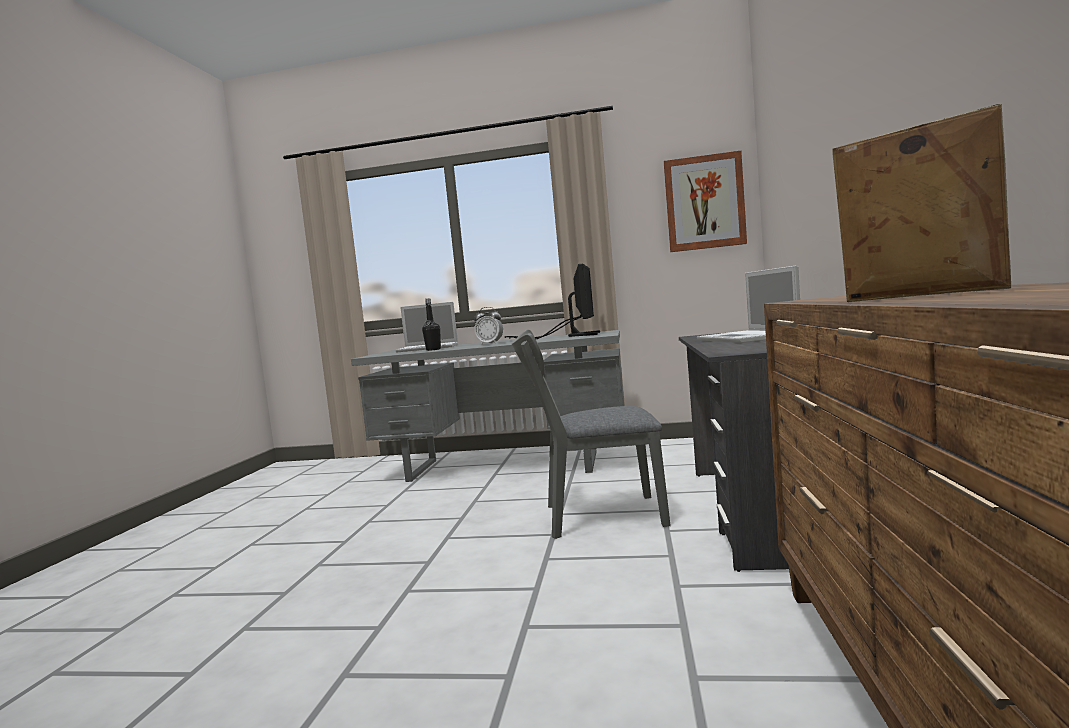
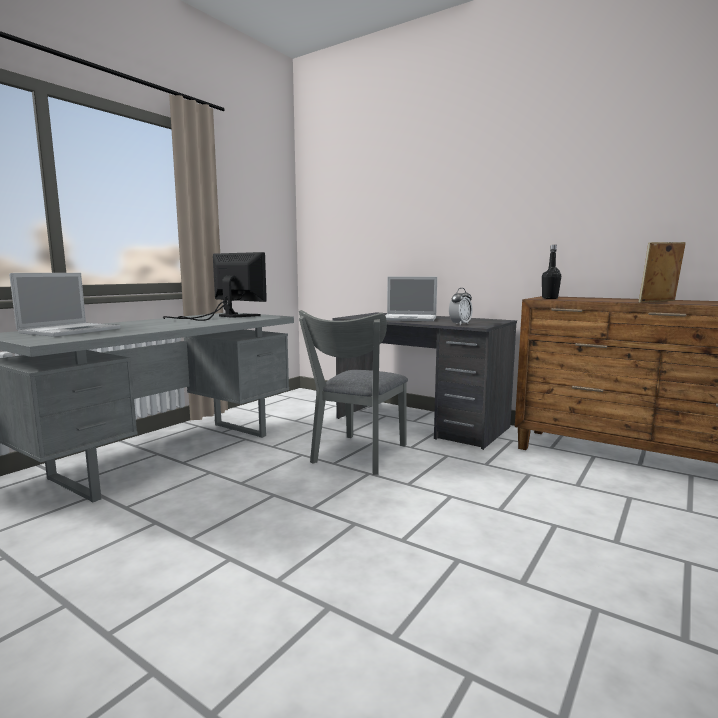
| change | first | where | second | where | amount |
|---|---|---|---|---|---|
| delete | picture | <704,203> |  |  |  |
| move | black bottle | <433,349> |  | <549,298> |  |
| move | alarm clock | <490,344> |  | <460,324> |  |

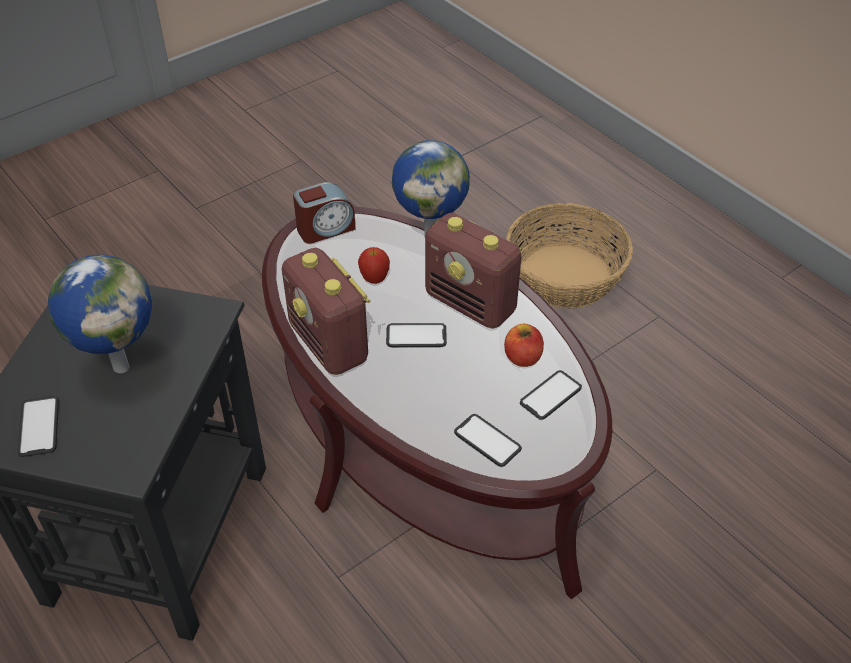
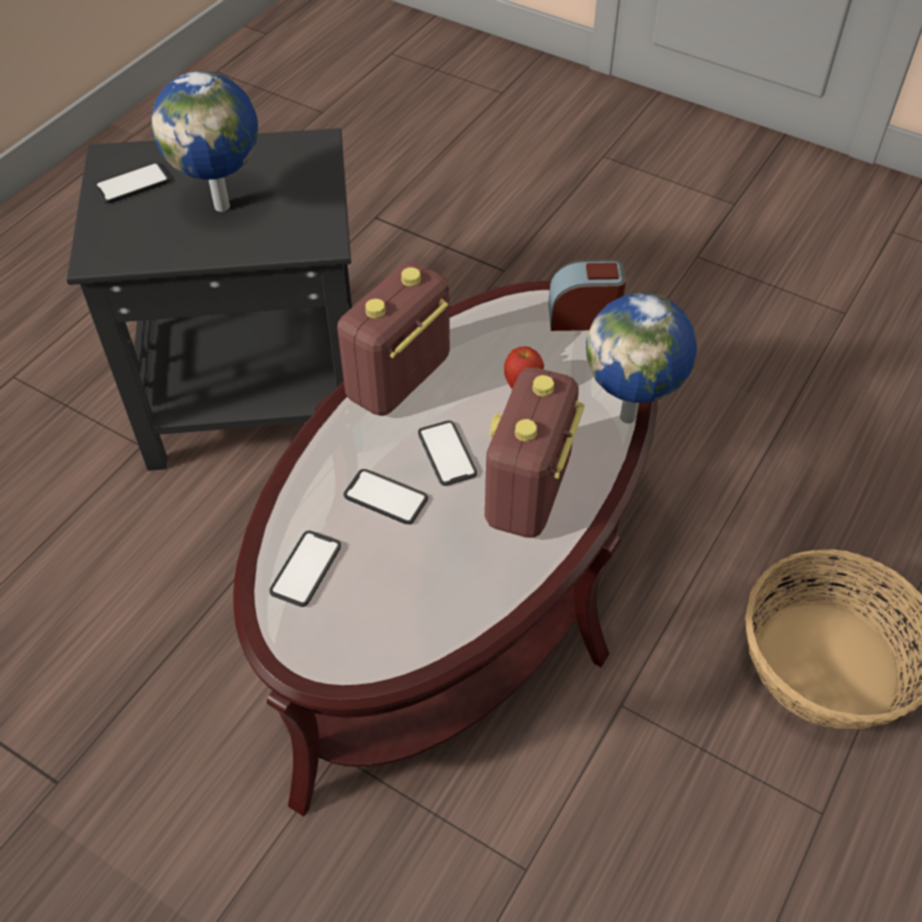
| change | first | where | second | where | amount |
|---|---|---|---|---|---|
| rotate | alarm clock | <325,229> |  | <583,316> | 135 degrees clockwise |
| delete | apple | <522,357> |  |  |  |
| move | phone | <550,395> |  | <385,497> |  |

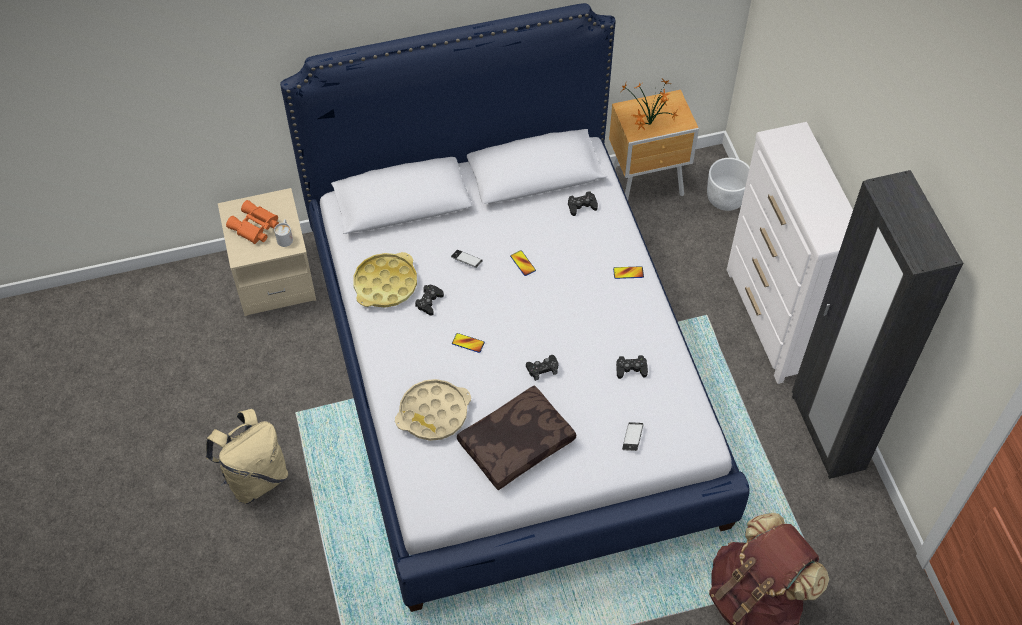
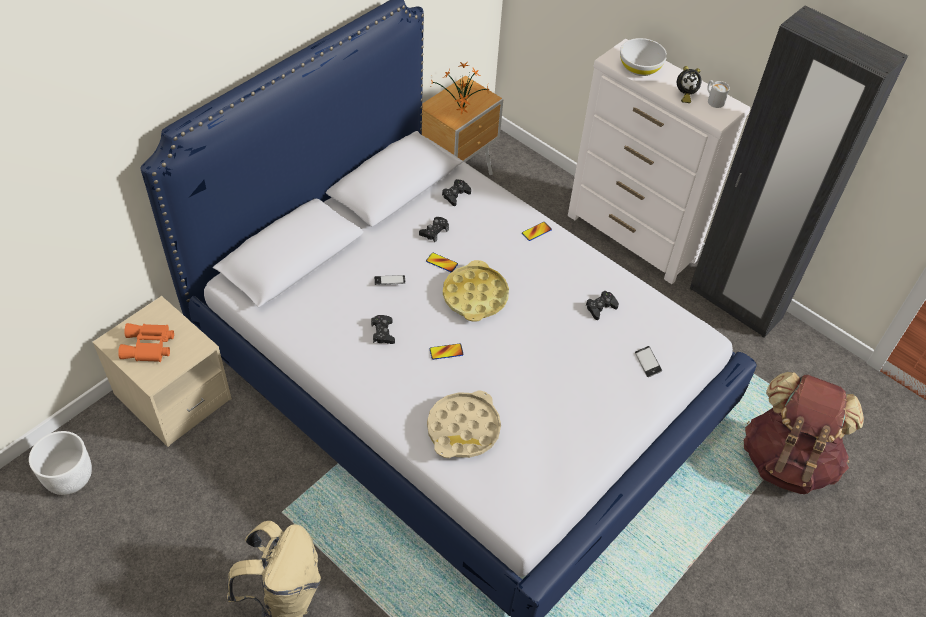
| change | first | where | second | where | amount |
|---|---|---|---|---|---|
| move | white planter | <726,198> |  | <69,476> |  |
| move | white mug | <285,237> |  | <713,100> |  |
| move | yellow tray | <385,284> |  | <475,296> |  |
| move | black game controller | <542,369> |  | <434,231> |  |
| delete | brown pillow | <516,441> |  |  |  |
| insert |  |  | white bowl | <639,68> |  |
| insert |  |  | alarm clock | <684,95> |  |

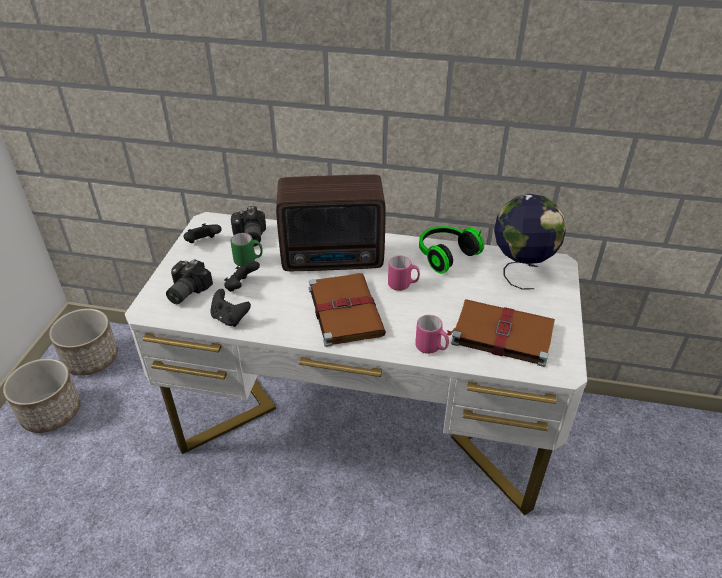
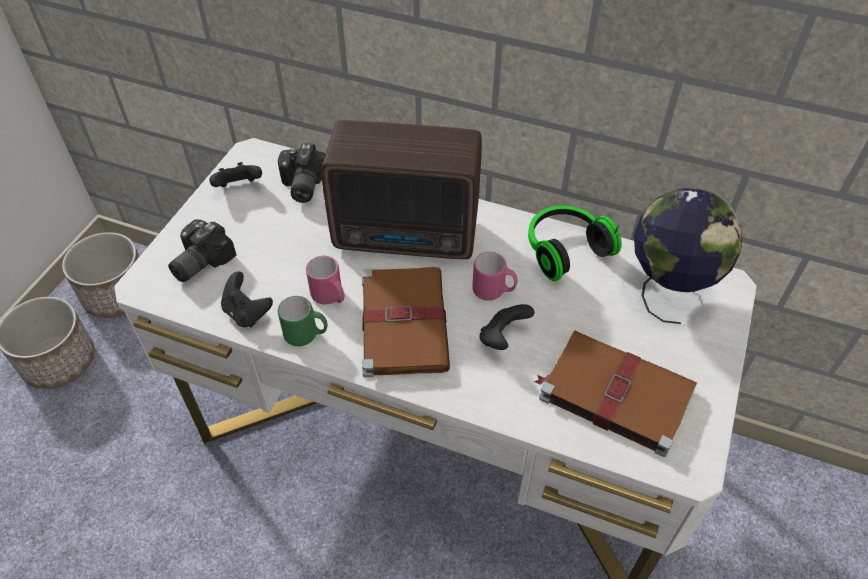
| change | first | where | second | where | amount |
|---|---|---|---|---|---|
| move | green mug | <248,261> |  | <306,335> |  |
| move | black game controller | <241,286> |  | <502,338> |  |
| move | pink mug | <431,348> |  | <330,297> |  |

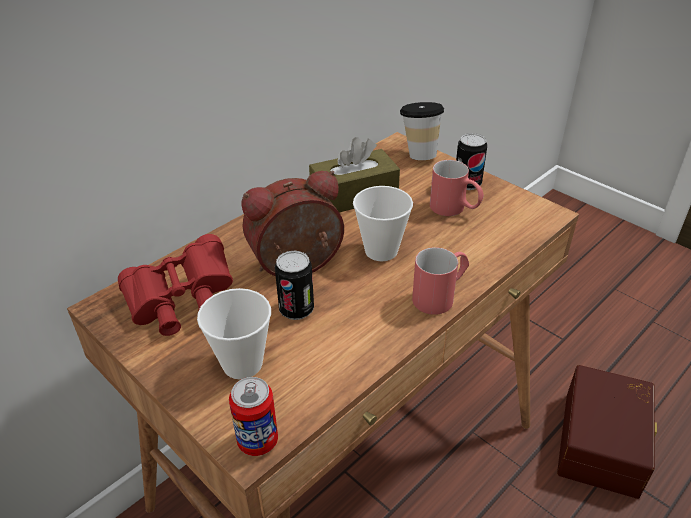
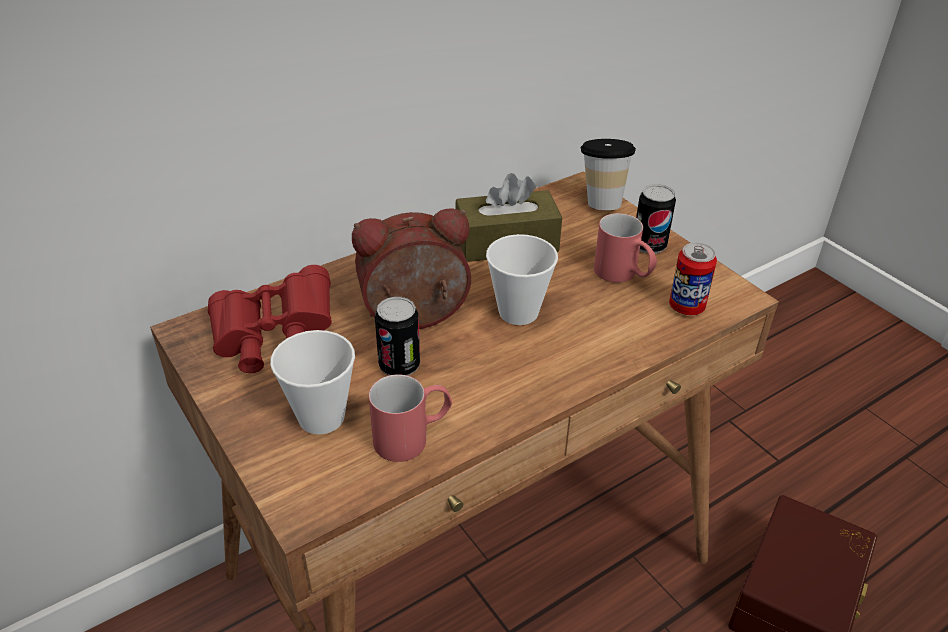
| change | first | where | second | where | amount |
|---|---|---|---|---|---|
| move | red mug | <440,296> |  | <413,437> |  |
| move | can | <258,441> |  | <686,307> |  |

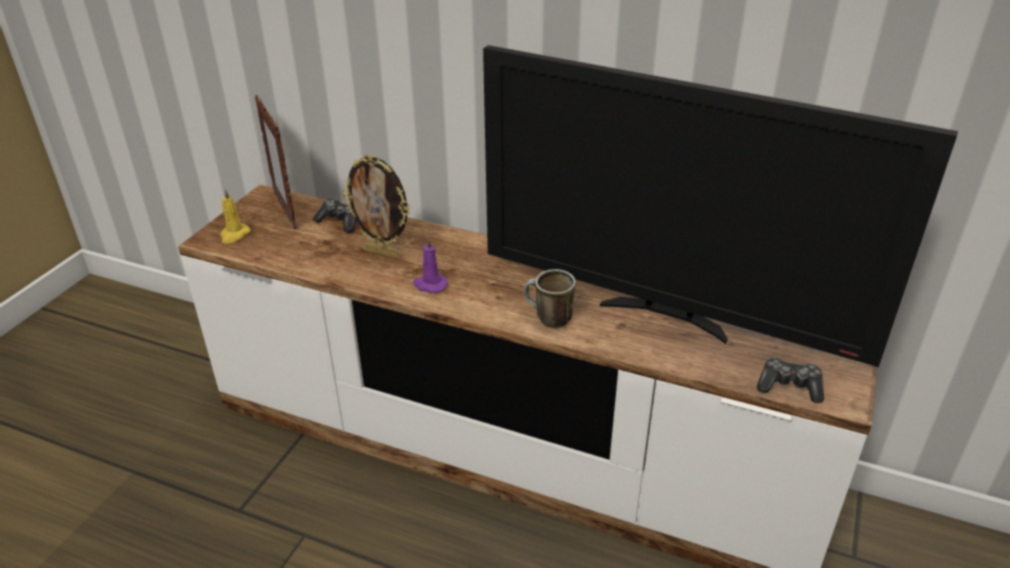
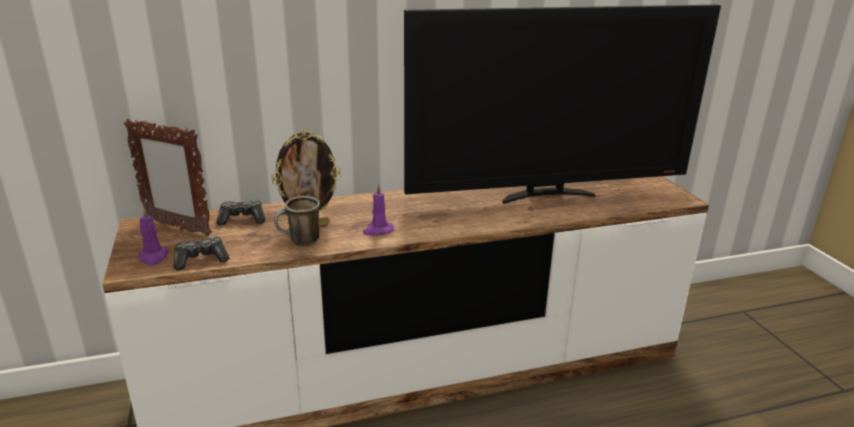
| change | first | where | second | where | amount |
|---|---|---|---|---|---|
| recolor | yellow candle | <234,235> | purple candle | <153,257> |  |
| move | mug | <547,319> |  | <299,242> |  |
| move | game controller | <789,386> |  | <201,260> |  |

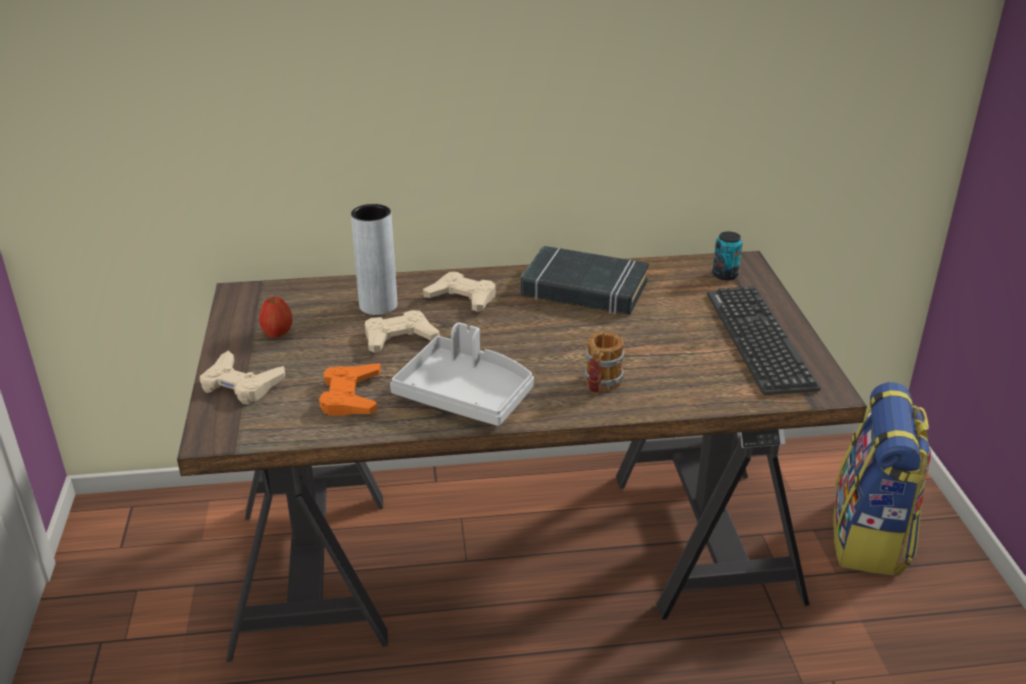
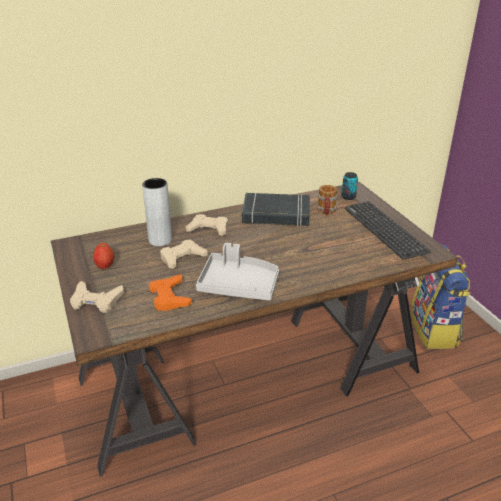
| change | first | where | second | where | amount |
|---|---|---|---|---|---|
| move | mug | <600,385> |  | <326,211> |  |

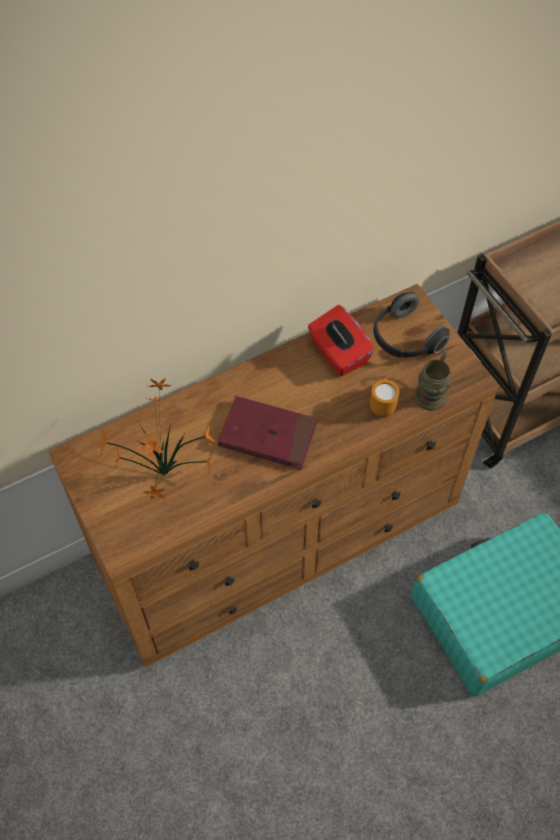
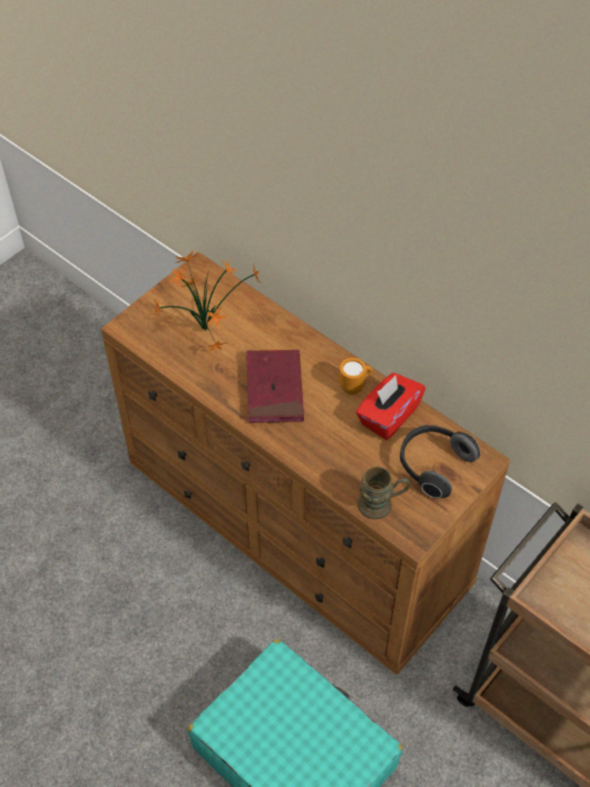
| change | first | where | second | where | amount |
|---|---|---|---|---|---|
| move | orange mug | <382,406> |  | <355,386> |  |

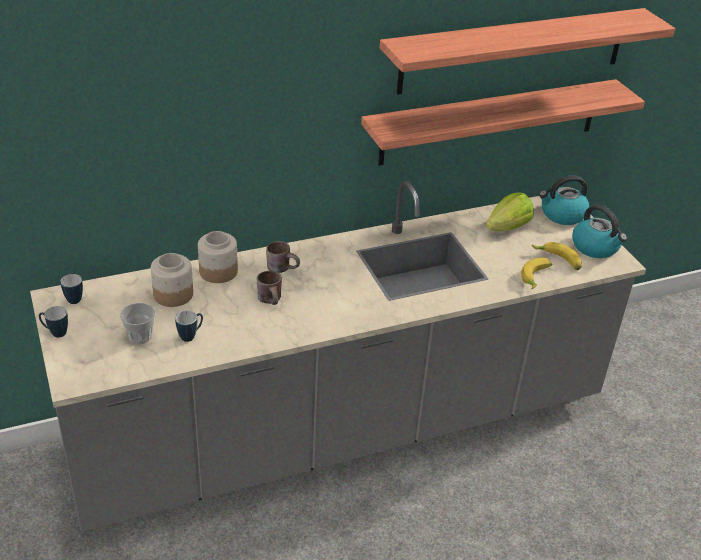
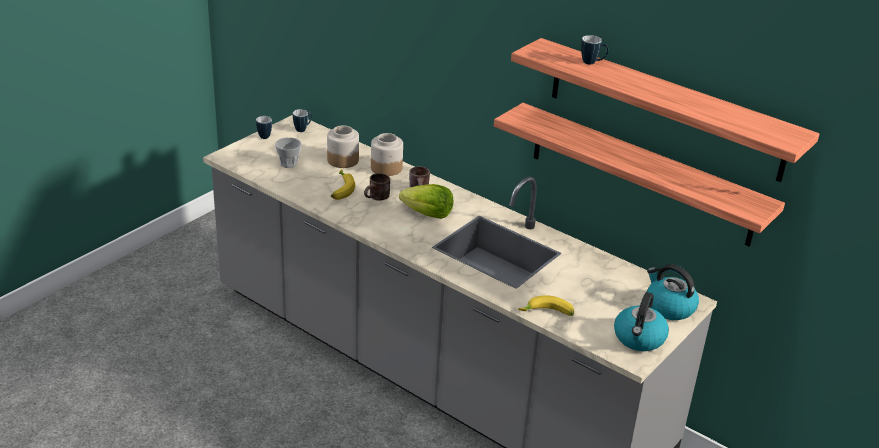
| change | first | where | second | where | amount |
|---|---|---|---|---|---|
| move | lettuce | <508,228> |  | <428,214> |  |
| move | banana | <557,261> |  | <340,189> |  |
| move | mug | <191,336> |  | <592,63> |  |

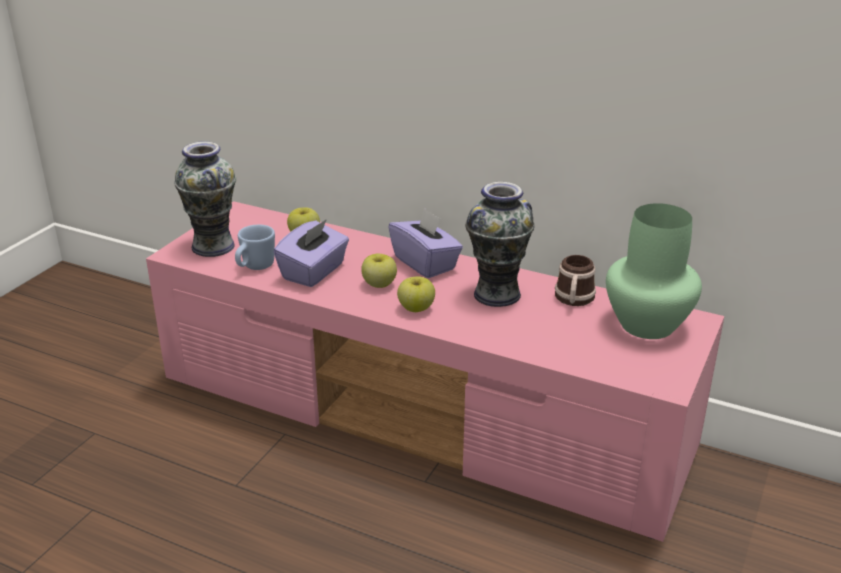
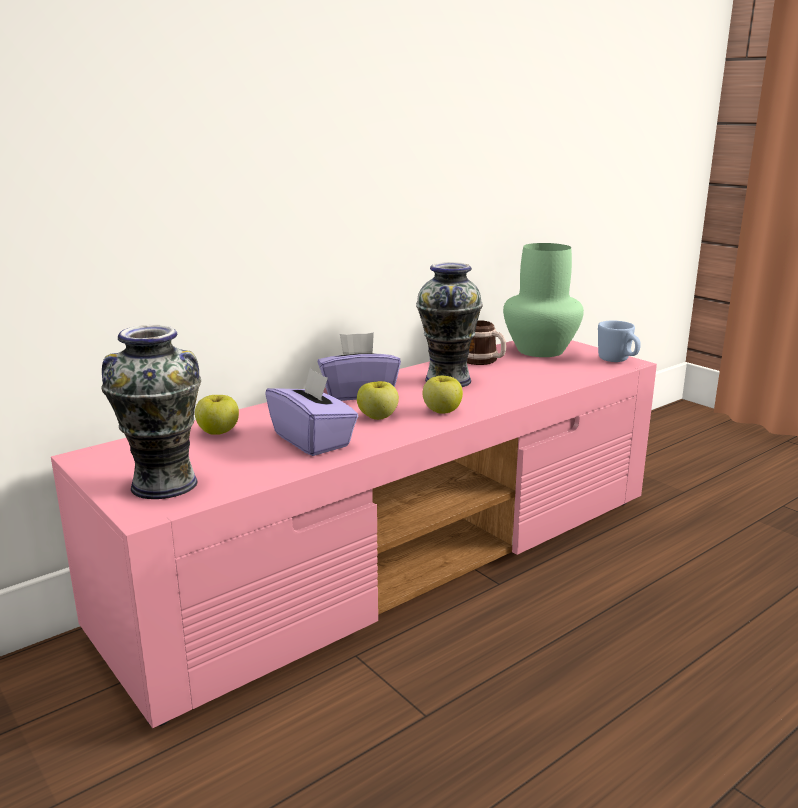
| change | first | where | second | where | amount |
|---|---|---|---|---|---|
| move | blue mug | <255,267> |  | <618,361> |  |

